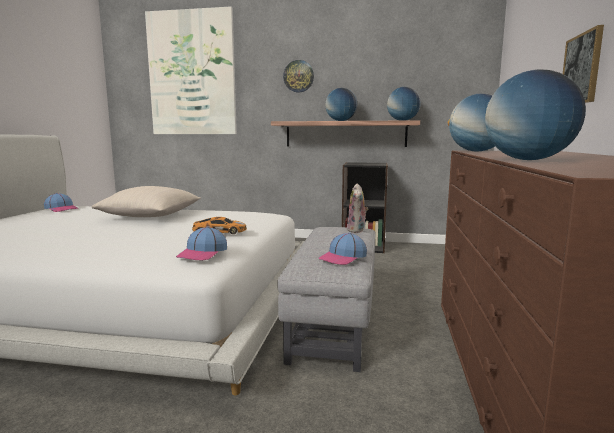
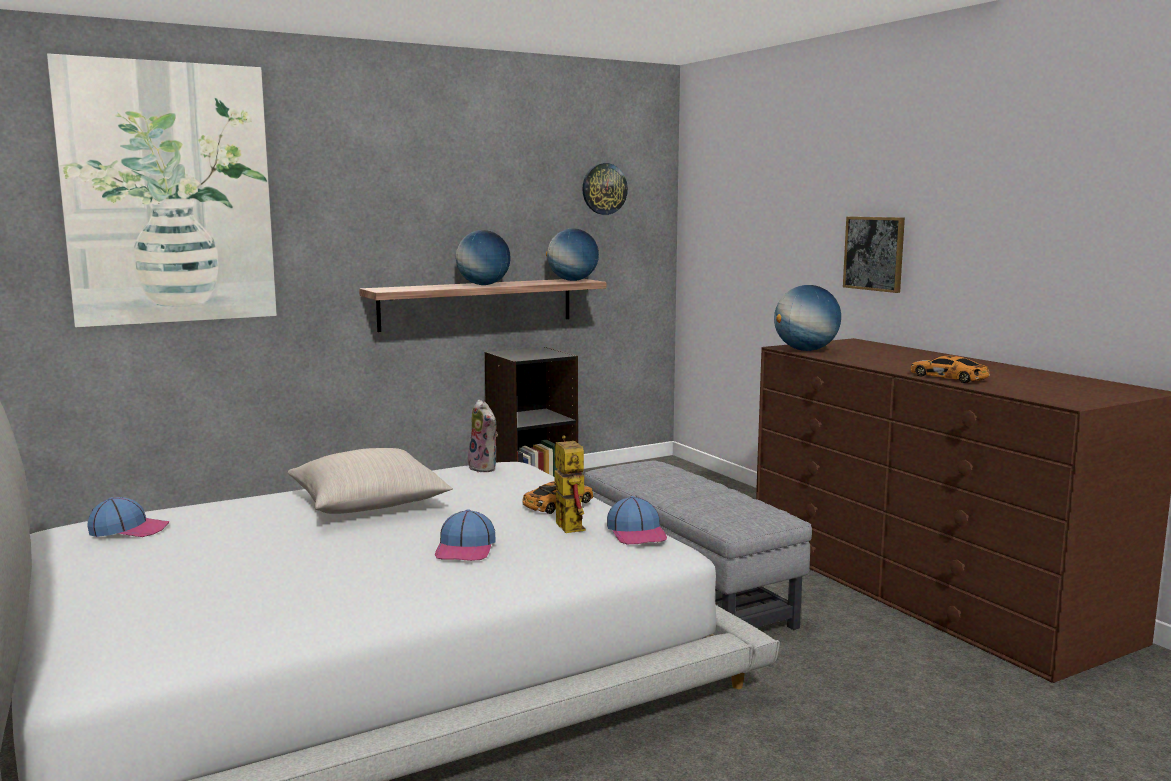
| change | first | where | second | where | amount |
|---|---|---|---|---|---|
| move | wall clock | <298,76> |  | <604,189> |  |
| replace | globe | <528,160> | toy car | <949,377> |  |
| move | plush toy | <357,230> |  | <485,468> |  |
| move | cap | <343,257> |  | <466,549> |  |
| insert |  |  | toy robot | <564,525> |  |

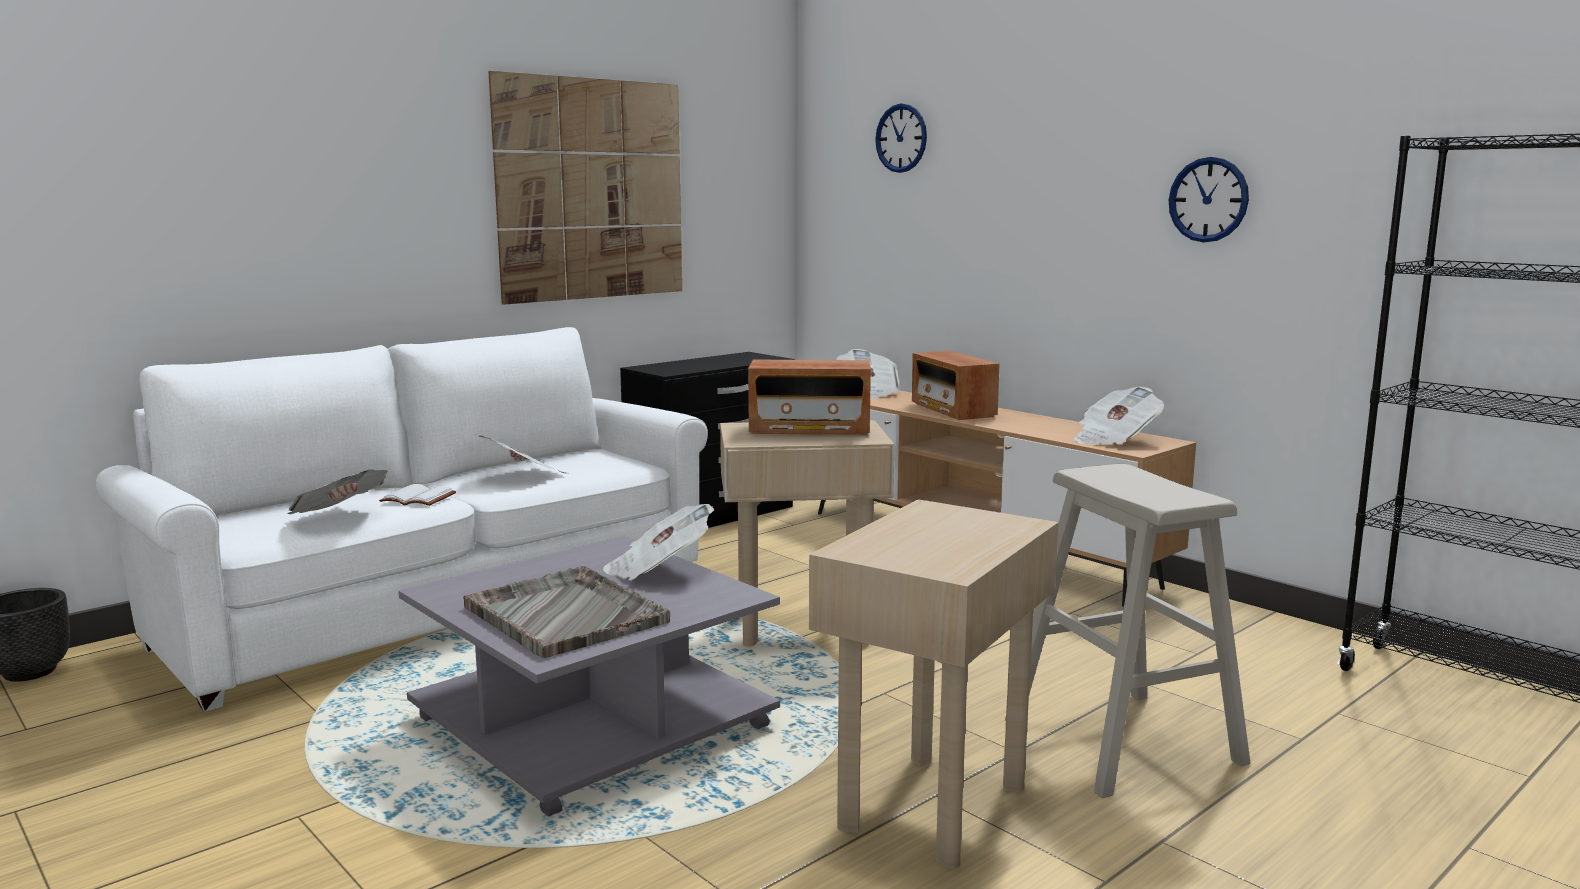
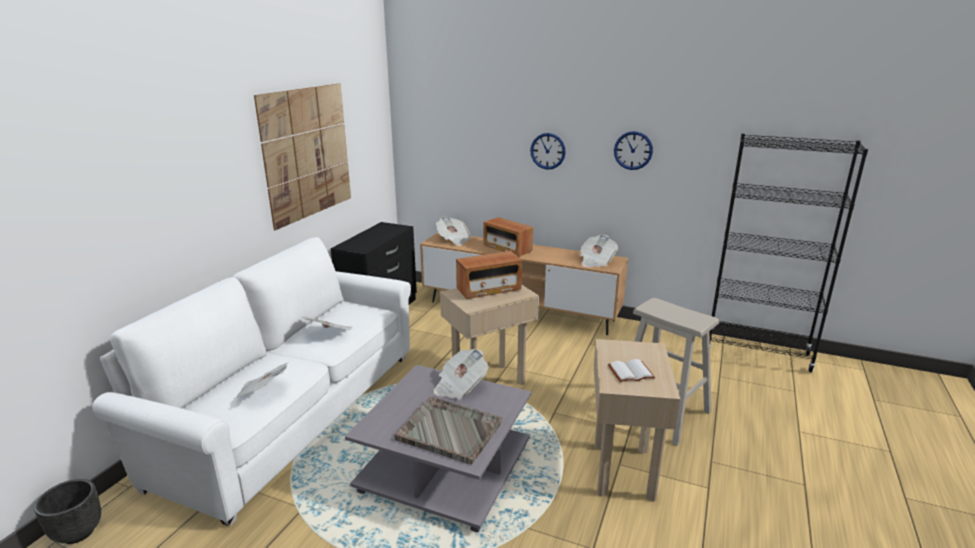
| change | first | where | second | where | amount |
|---|---|---|---|---|---|
| move | wall clock | <901,138> |  | <548,151> |  |
| move | white book | <420,498> |  | <631,371> |  |

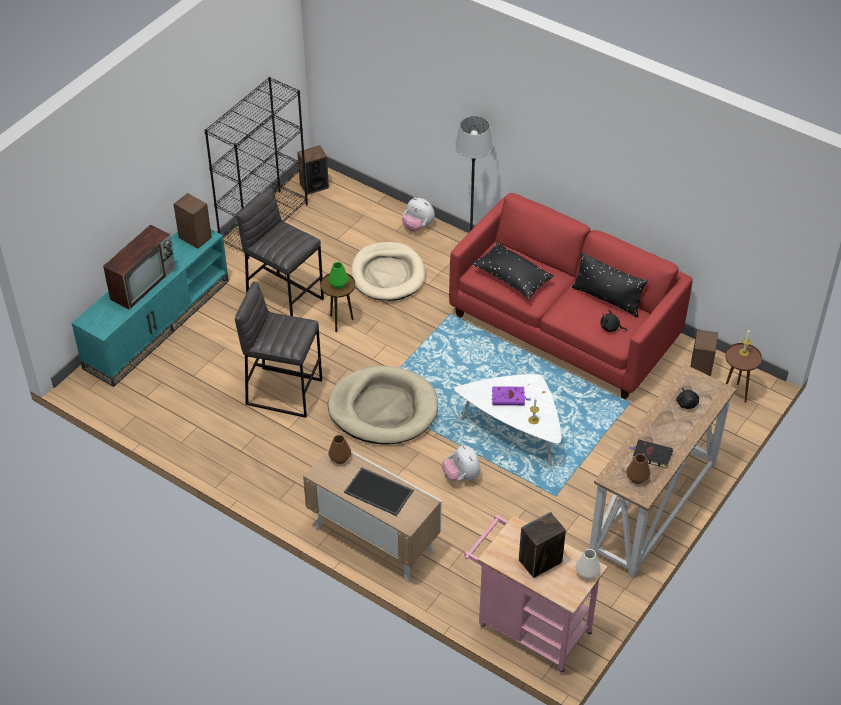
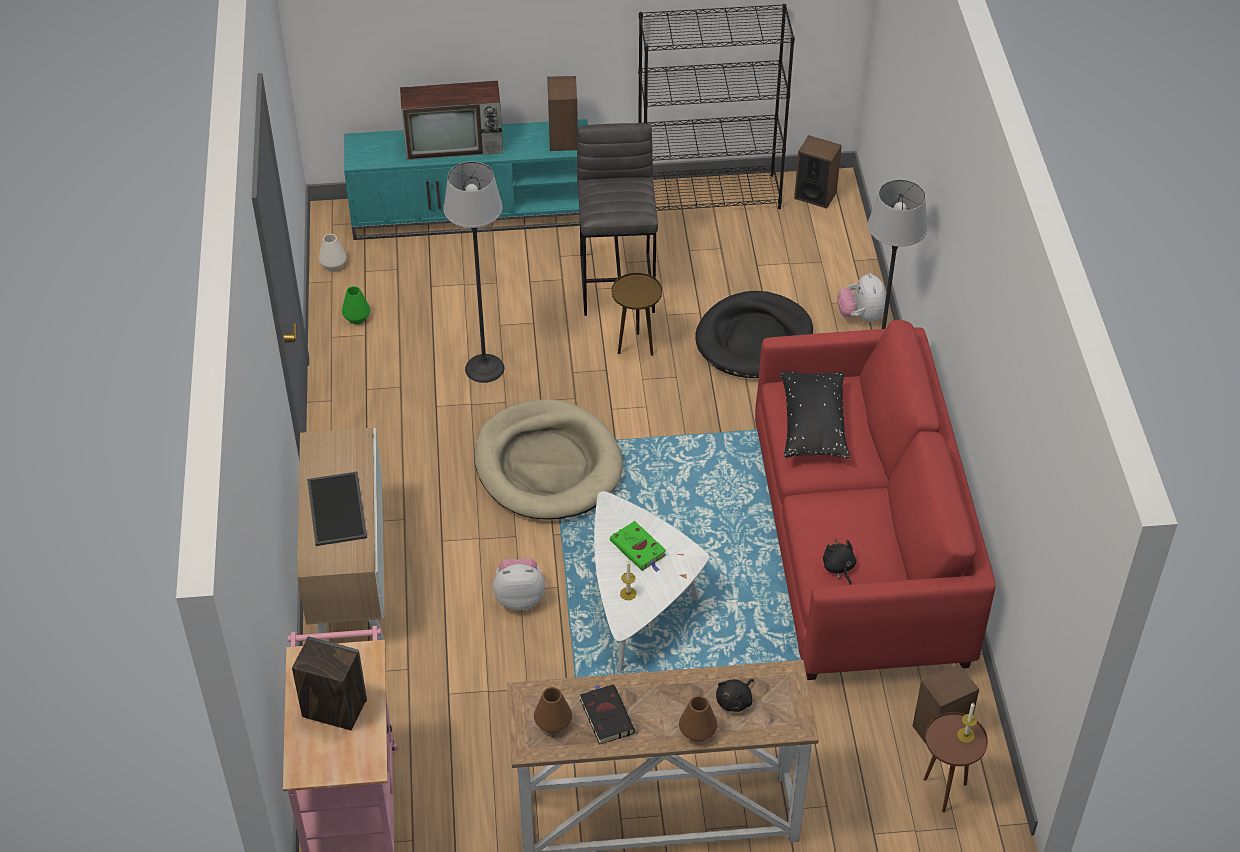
| change | first | where | second | where | amount |
|---|---|---|---|---|---|
| recolor | beige dog bed | <388,274> | black dog bed | <754,339> |  |
| delete | black pillow | <607,299> |  |  |  |
| move | green vase | <338,284> |  | <357,318> |  |
| replace | grey stool | <283,391> | floor lamp | <485,368> |  |
| recolor | purple book | <509,398> | green book | <639,549> |  |
| move | brown vase | <340,458> |  | <697,732> |  |
| rotate | plush toy | <461,476> |  | <519,597> | 60 degrees clockwise |
| move | white vase | <587,572> |  | <333,265> |  |

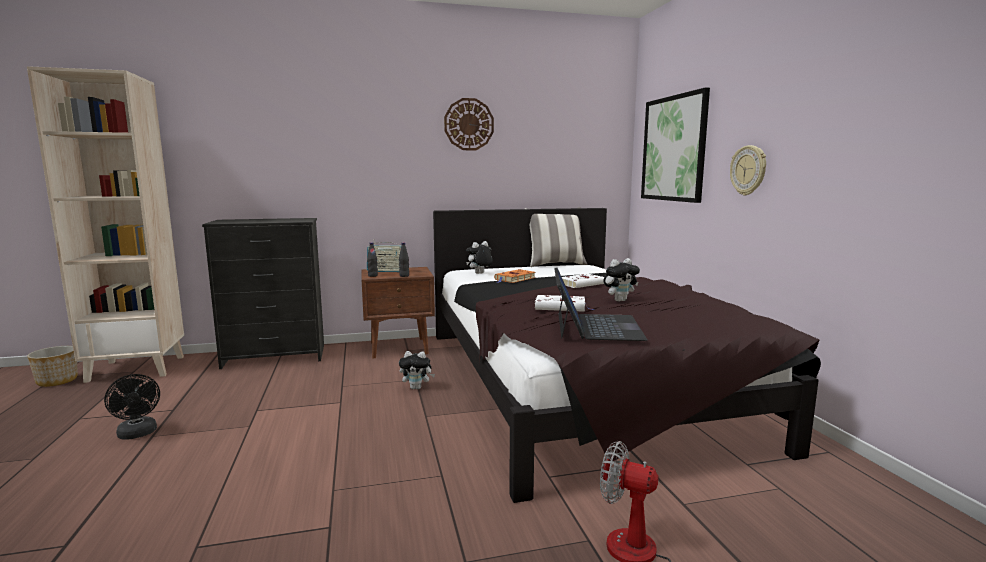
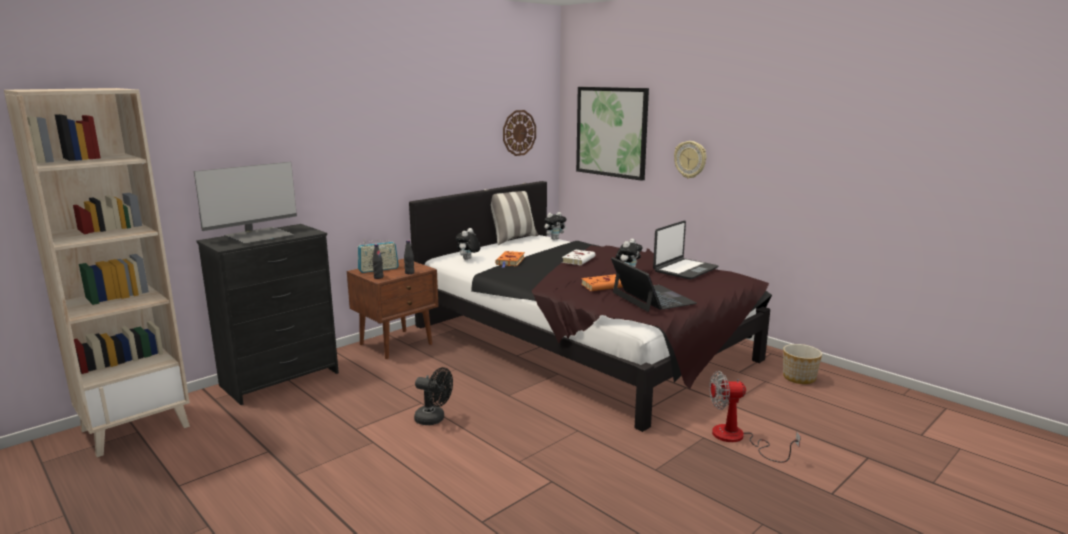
| change | first | where | second | where | amount |
|---|---|---|---|---|---|
| move | wall clock | <469,124> |  | <519,133> |  |
| recolor | white book | <561,307> | orange book | <604,285> |  |
| move | planter | <57,381> |  | <799,378> |  |
| move | plush toy | <417,388> |  | <555,239> |  |
| move | black fan | <138,434> |  | <434,419> |  |
| insert |  |  | monitor | <258,236> |  |
| insert |  |  | laptop | <684,269> |  |

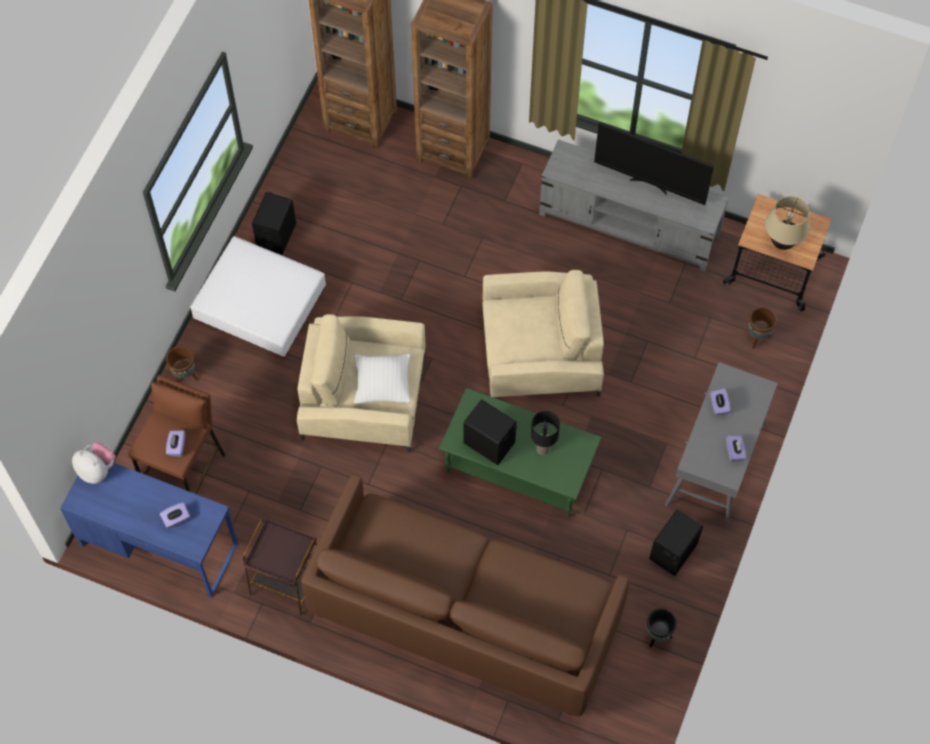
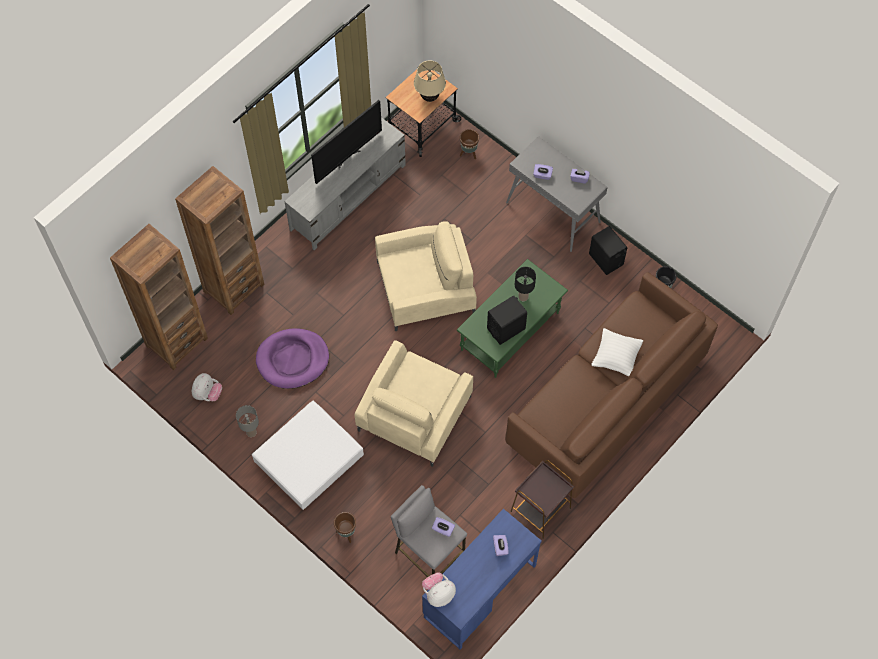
| change | first | where | second | where | amount |
|---|---|---|---|---|---|
| replace | black speaker | <276,235> | grey table lamp | <251,432> |  |
| rotate | beige armchair | <540,352> |  | <425,287> | 60 degrees clockwise |
| move | white pillow | <382,385> |  | <616,358> |  |
| recolor | brown stool | <186,473> | grey stool | <429,555> |  |
| insert |  |  | purple dog bed | <292,360> |  |
| insert |  |  | plush toy | <207,394> |  |

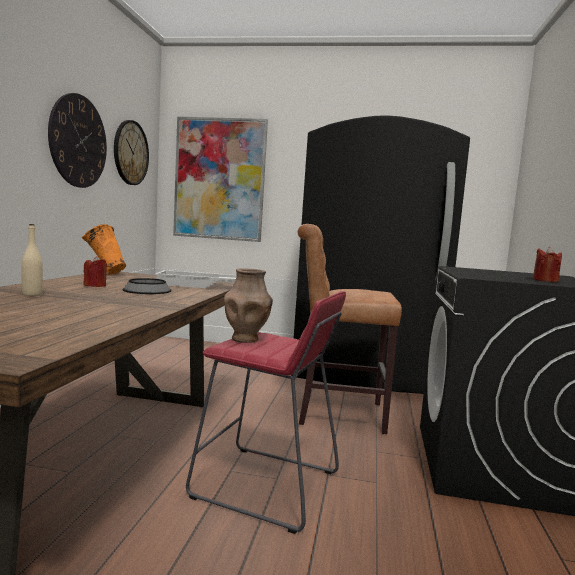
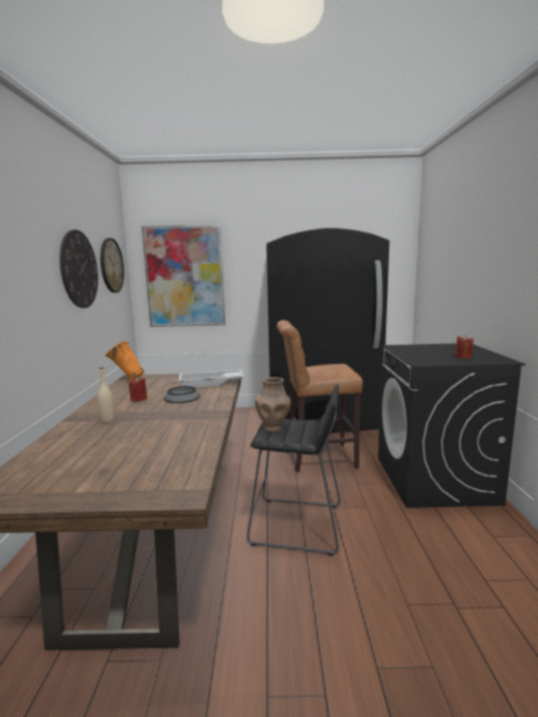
| change | first | where | second | where | amount |
|---|---|---|---|---|---|
| recolor | red stool | <266,485> | black stool | <297,525> |  |

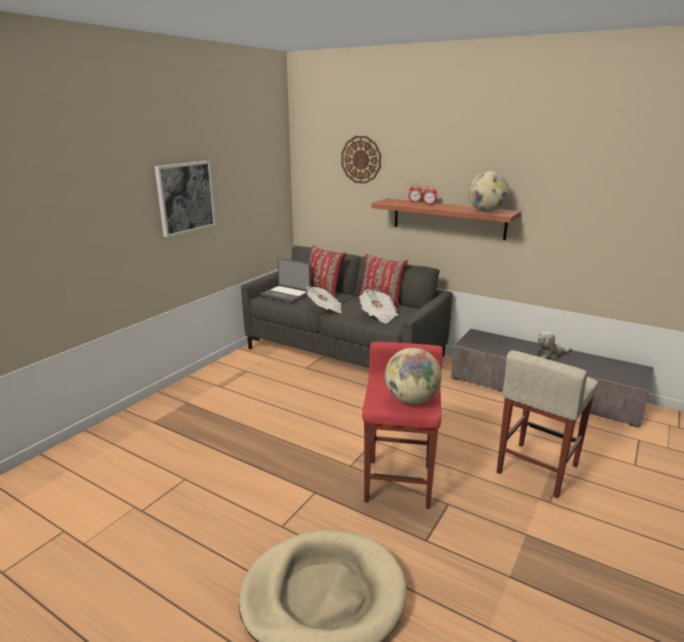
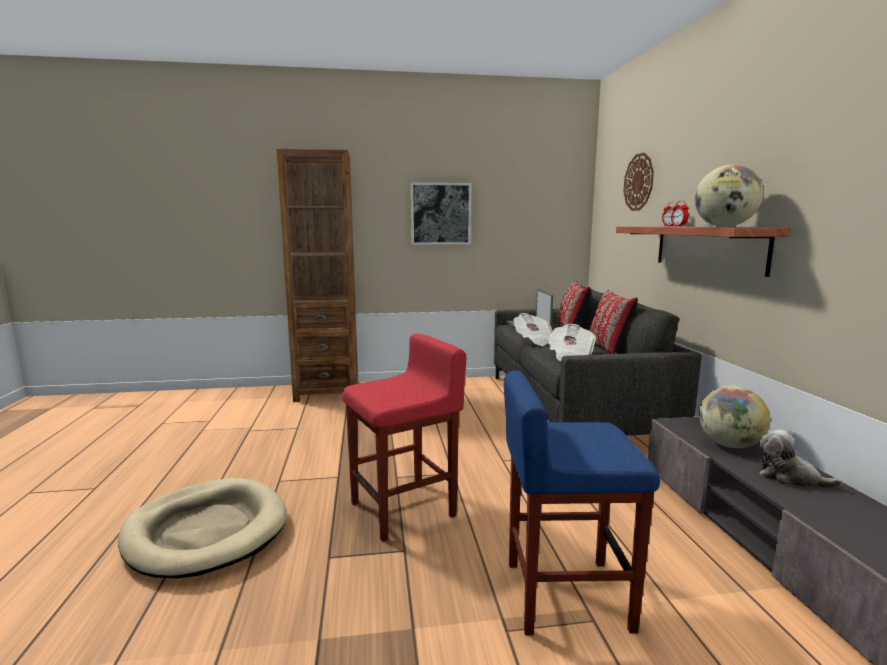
| change | first | where | second | where | amount |
|---|---|---|---|---|---|
| move | globe | <411,400> |  | <729,445> |  |
| recolor | beige stool | <536,469> | blue stool | <565,595> |  |
| insert |  |  | brown bookcase | <327,392> |  |

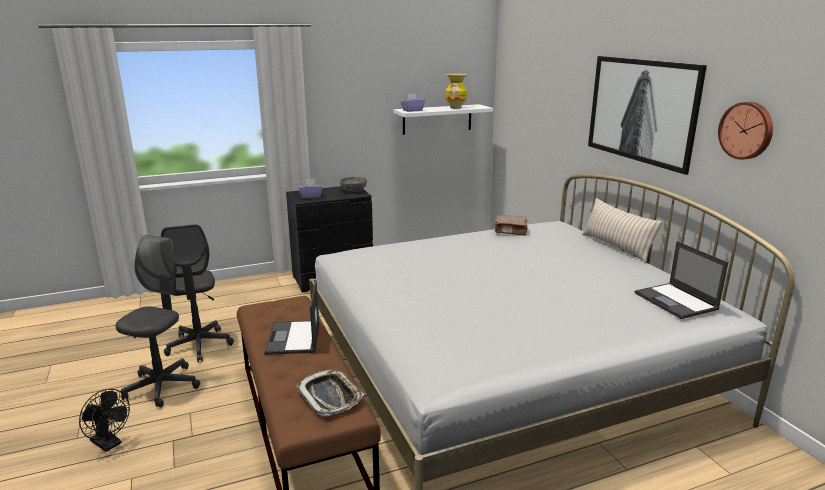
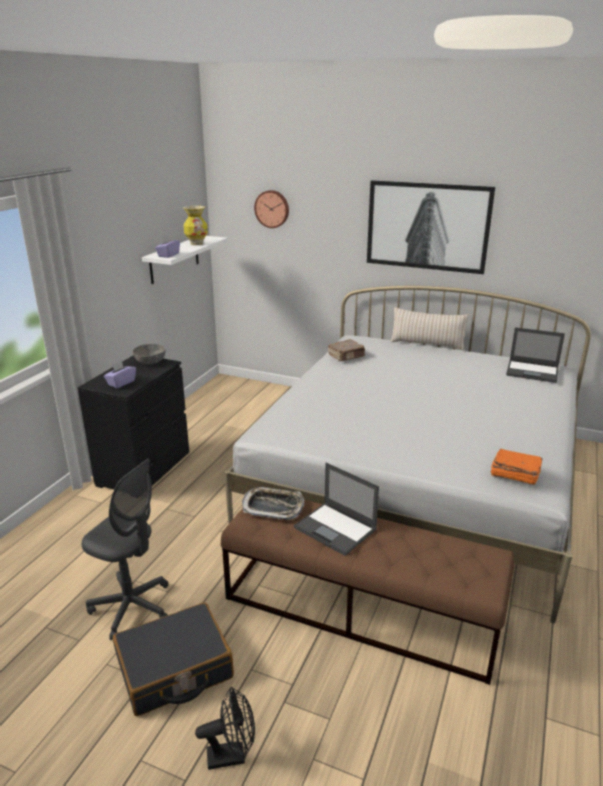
| change | first | where | second | where | amount |
|---|---|---|---|---|---|
| move | wall clock | <747,130> |  | <272,209> |  |
| replace | grey office chair | <162,386> | black suitcase | <174,669> |  |
| move | tray | <330,396> |  | <273,507> |  |
| insert |  |  | orange book | <514,474> |  |

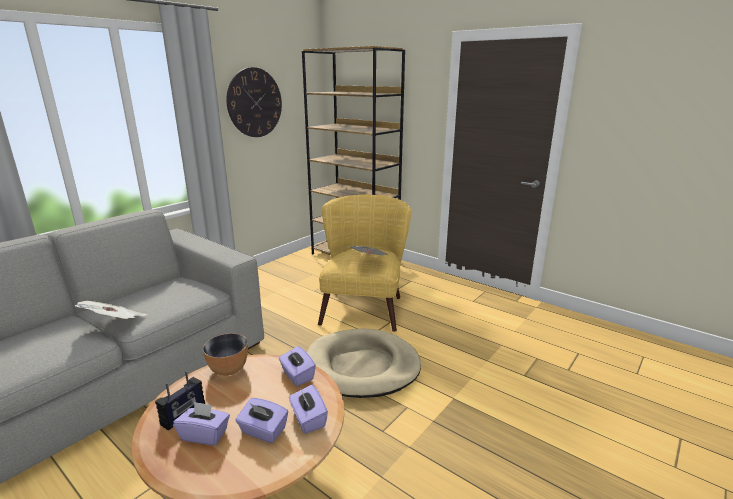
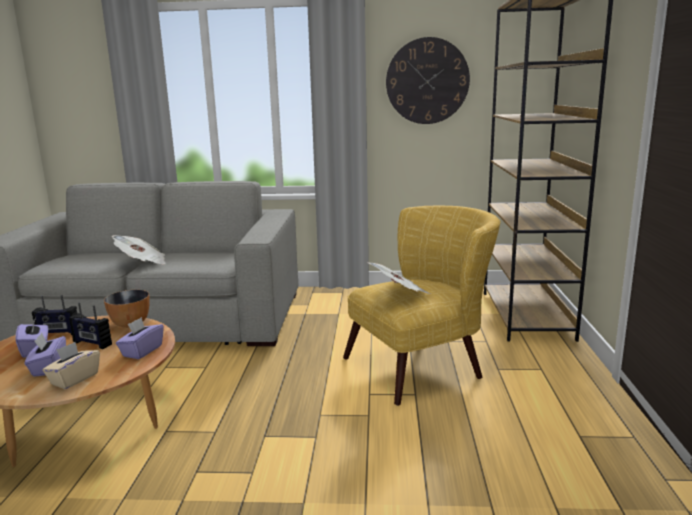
| change | first | where | second | where | amount |
|---|---|---|---|---|---|
| delete | beige dog bed | <362,366> |  |  |  |
| recolor | purple tissue box | <308,419> | beige tissue box | <74,379> |  |
| insert |  |  | radio | <92,344> |  |

